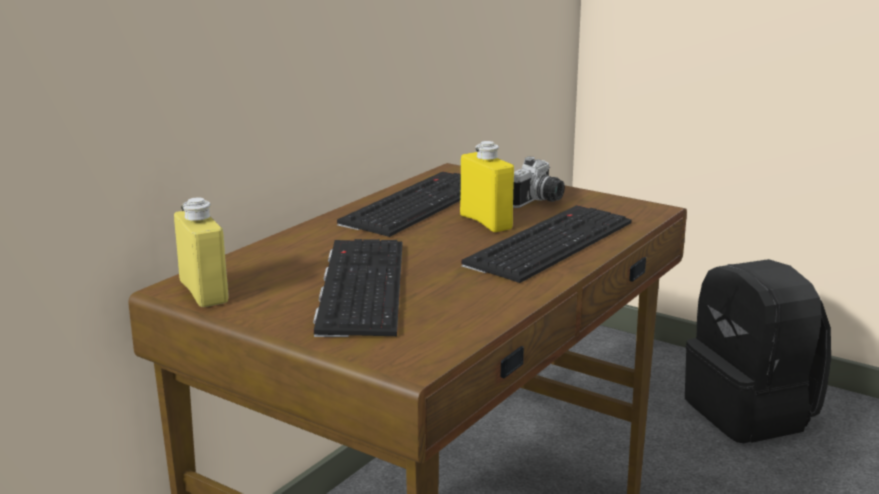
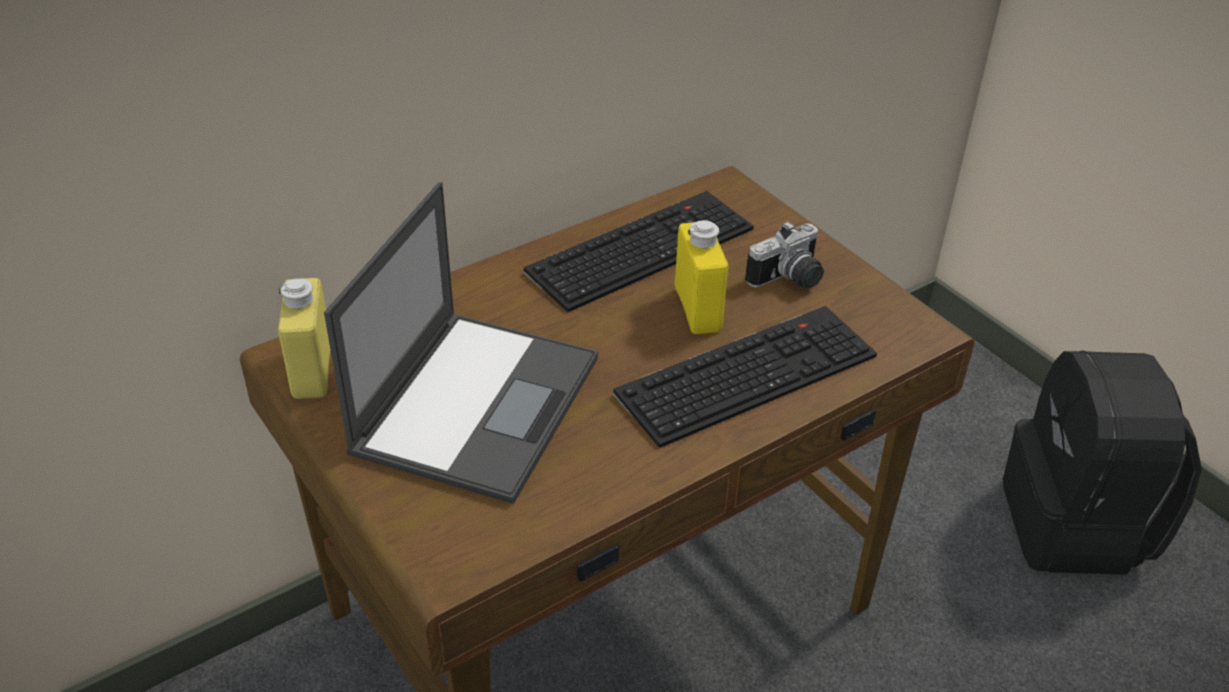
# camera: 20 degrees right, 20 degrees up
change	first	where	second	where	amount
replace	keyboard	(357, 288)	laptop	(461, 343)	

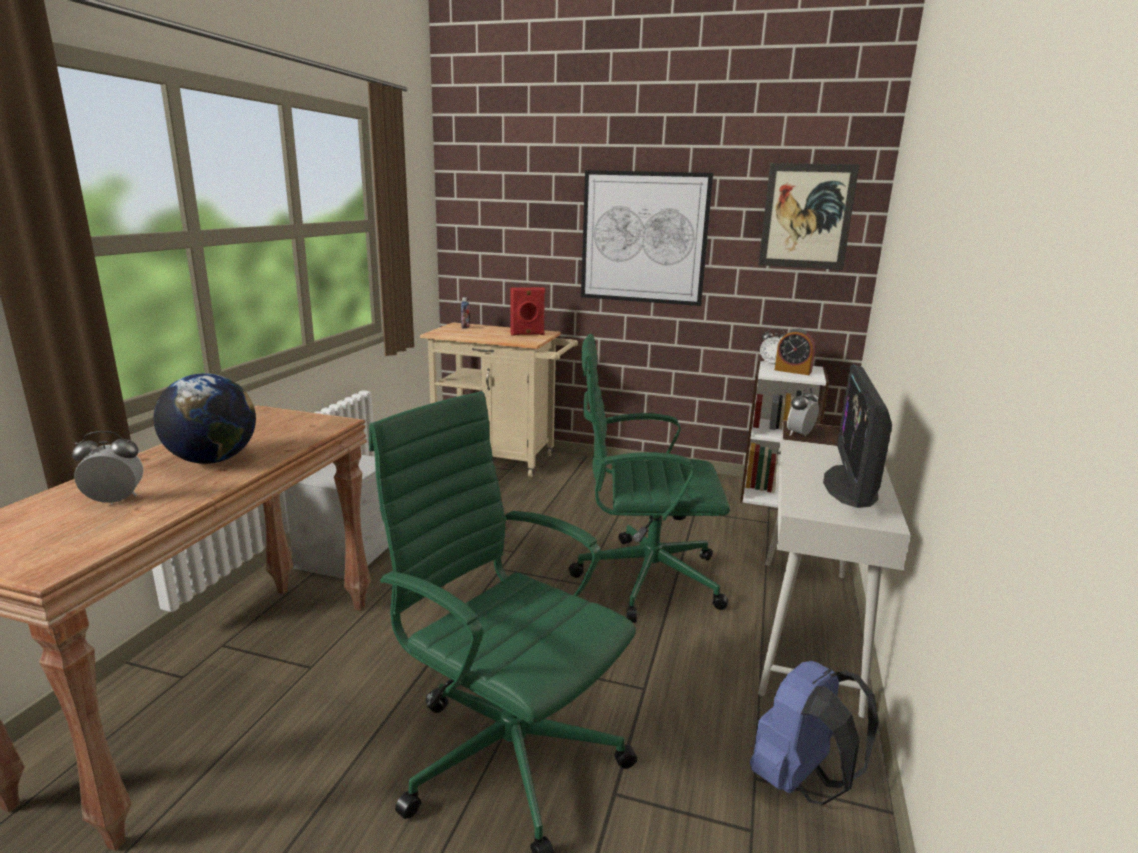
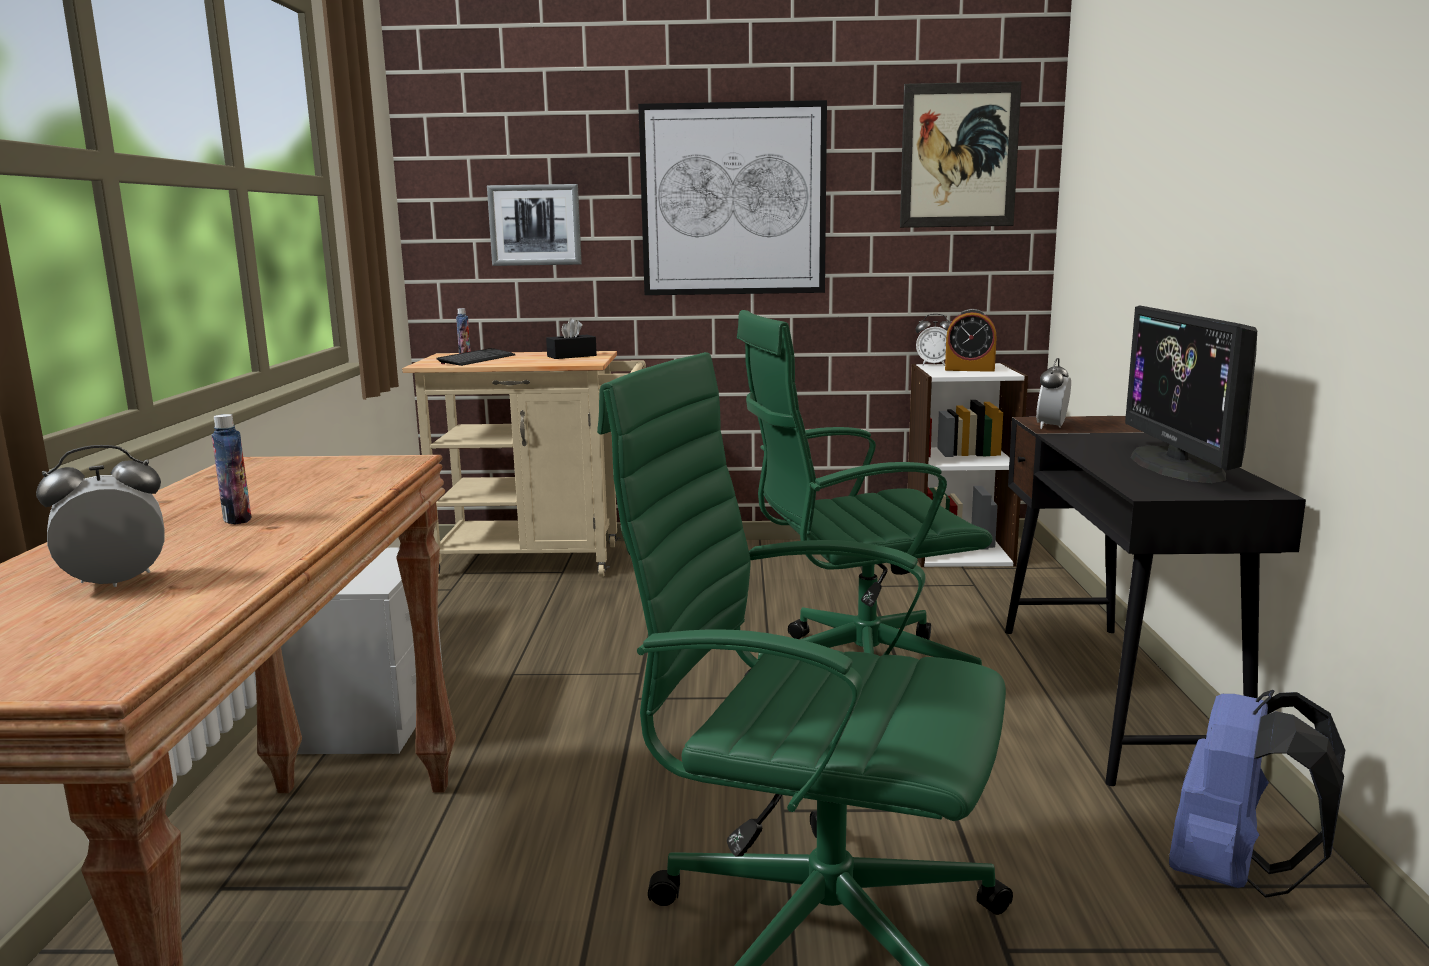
# camera: 15 degrees left, 5 degrees down
change	first	where	second	where	amount
insert			keyboard	(476, 357)	
insert			picture	(534, 225)	
replace	globe	(204, 418)	bottle	(231, 469)	
replace	speaker/red	(528, 311)	tissue box/black	(571, 338)	
recolor	desk/white	(834, 569)	desk/black	(1155, 601)	

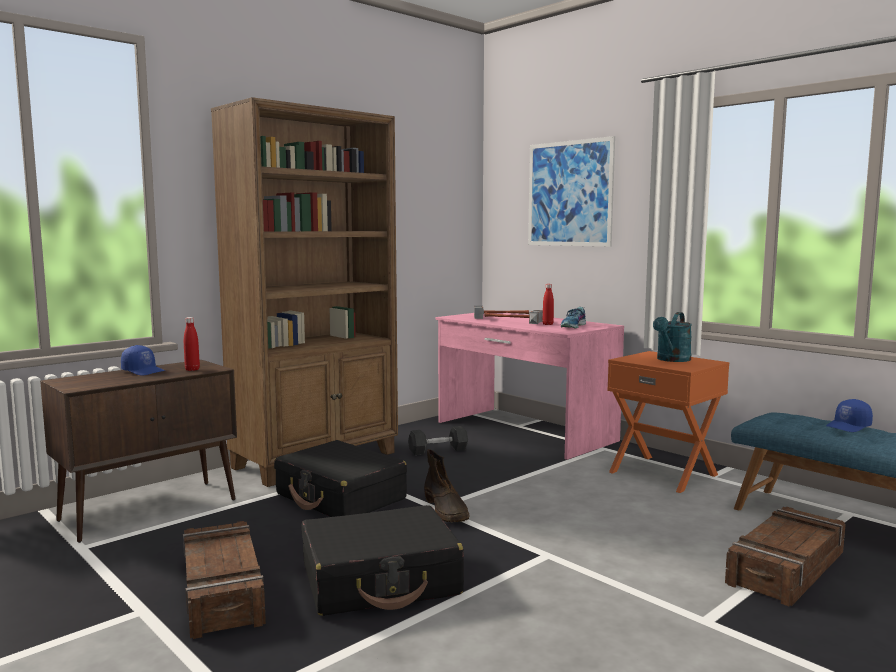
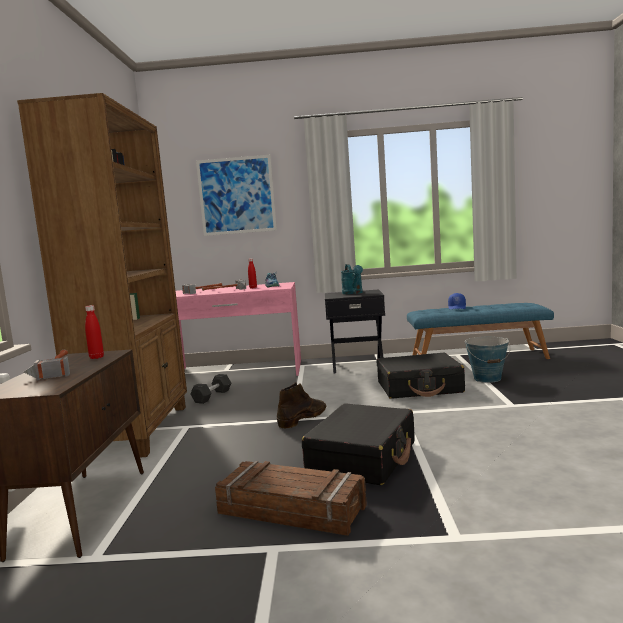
# camera: 45 degrees left, 0 degrees up
change	first	where	second	where	amount
move	suitcase/black	(340, 478)		(421, 376)	
replace	cap/blue	(143, 360)	hammer	(47, 365)	
replace	crate	(785, 556)	bucket	(487, 360)	
recolor	nightstand/orange	(668, 422)	nightstand/black	(355, 331)	
rotate	boot/brown	(447, 485)		(302, 405)	75 degrees counterclockwise

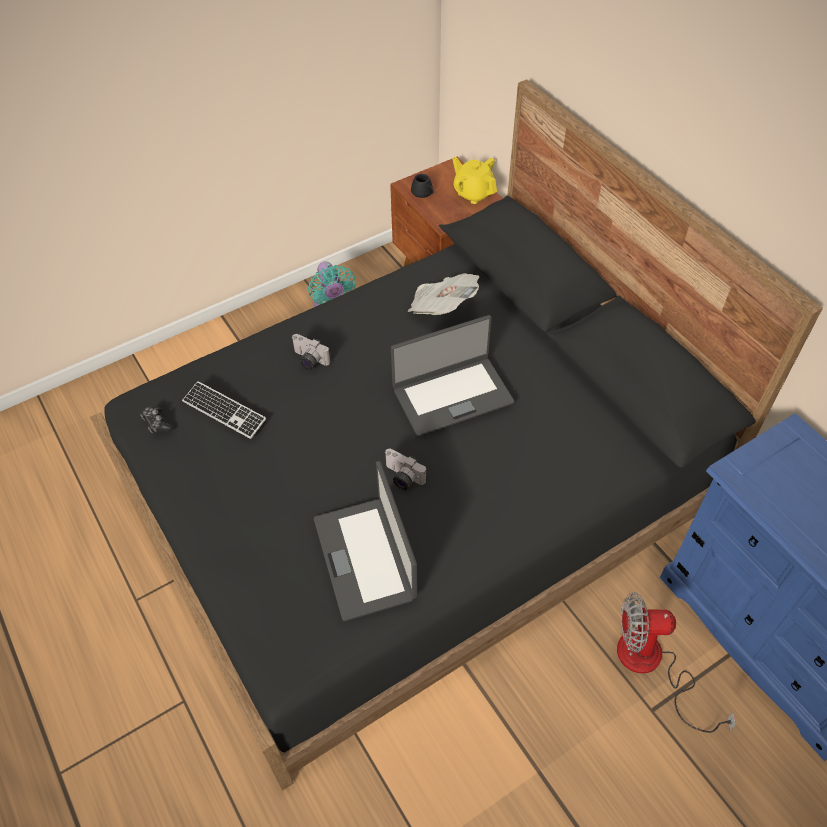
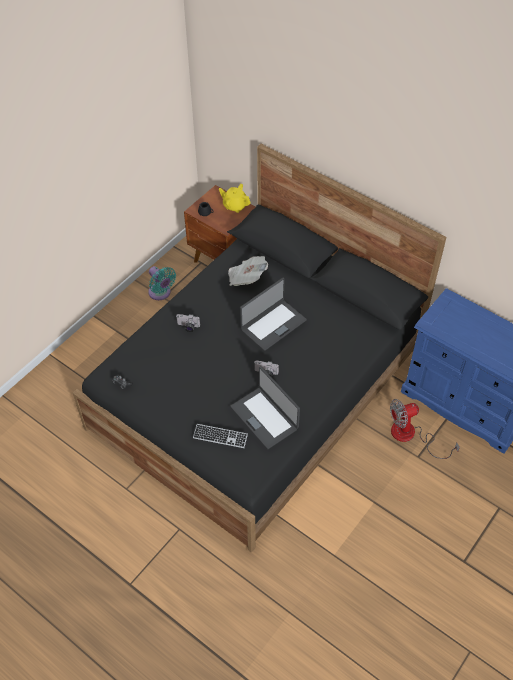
# camera: 20 degrees left, 0 degrees up
change	first	where	second	where	amount
move	keyboard	(224, 410)		(220, 436)	

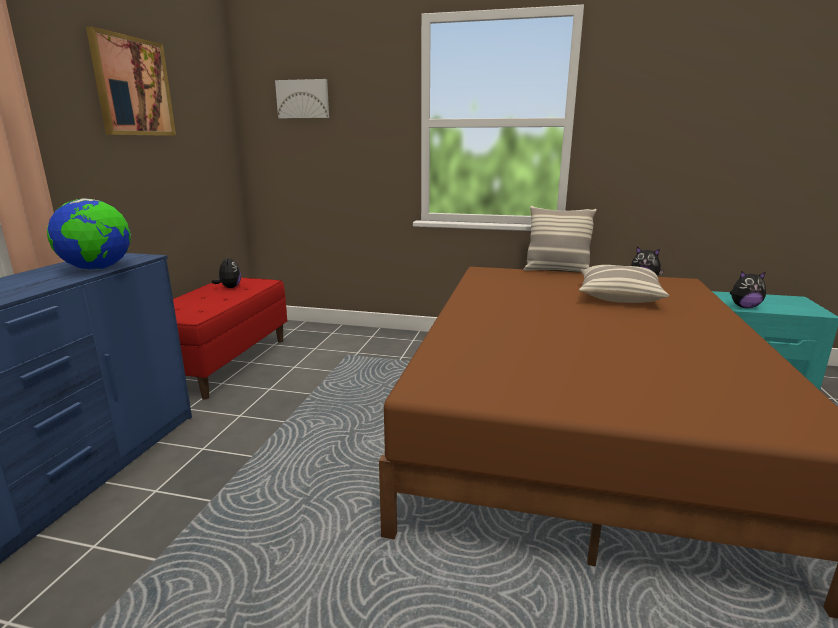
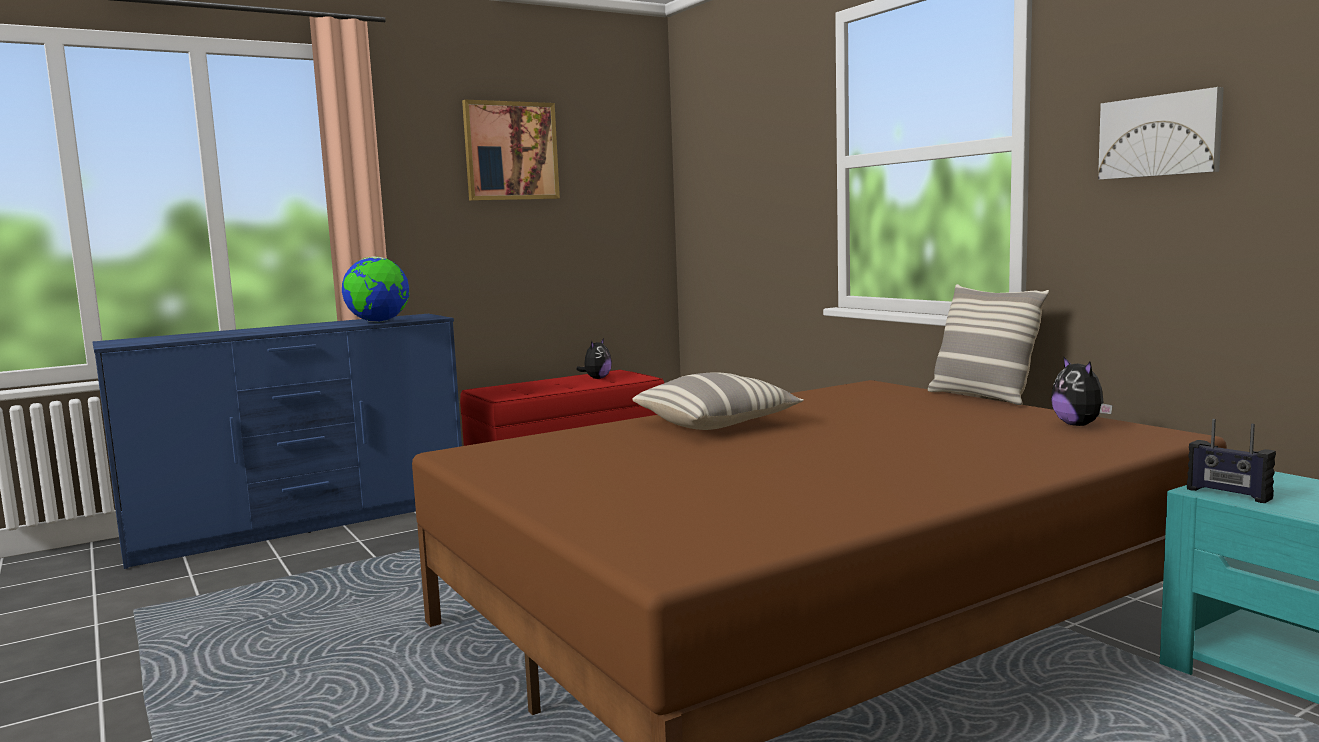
# camera: 45 degrees right, 10 degrees down
change	first	where	second	where	amount
move	picture	(302, 98)		(1161, 133)	
move	pillow	(624, 284)		(718, 401)	
replace	plush toy	(748, 289)	radio	(1231, 461)	

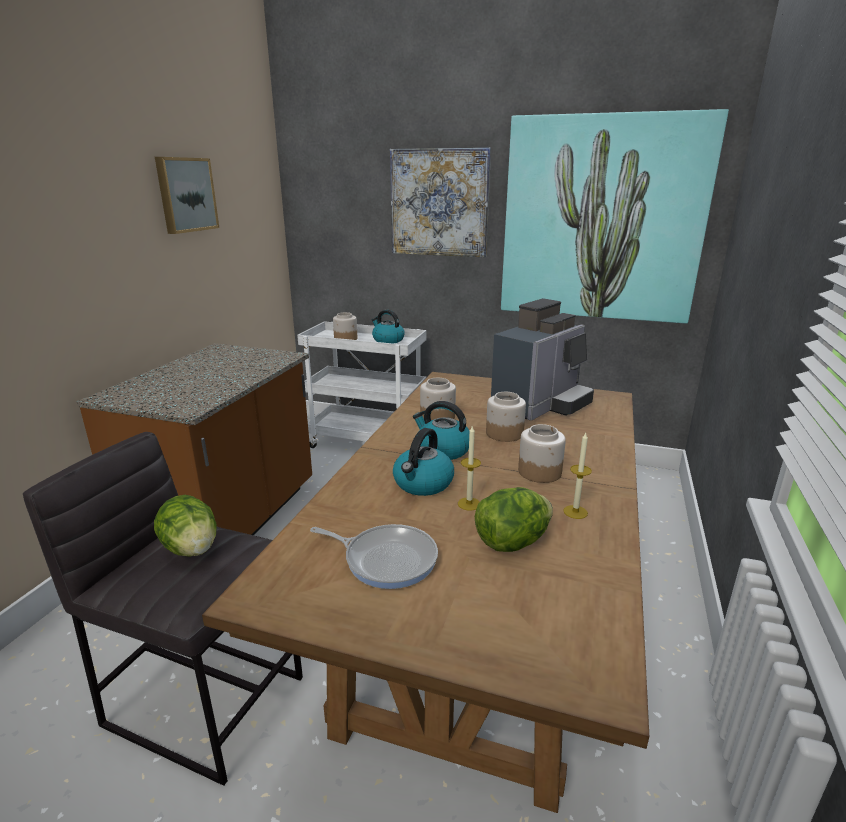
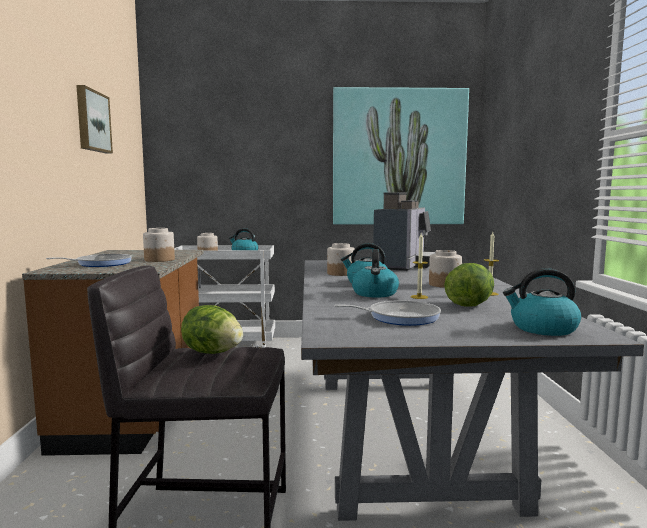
# camera: 20 degrees left, 15 degrees down
change	first	where	second	where	amount
delete	picture	(440, 202)			
insert			frying pan	(89, 260)	
insert			kettle	(542, 302)	
move	jar	(506, 417)		(159, 245)	
recolor	dining table/brown	(425, 592)	dining table/grey	(472, 390)	

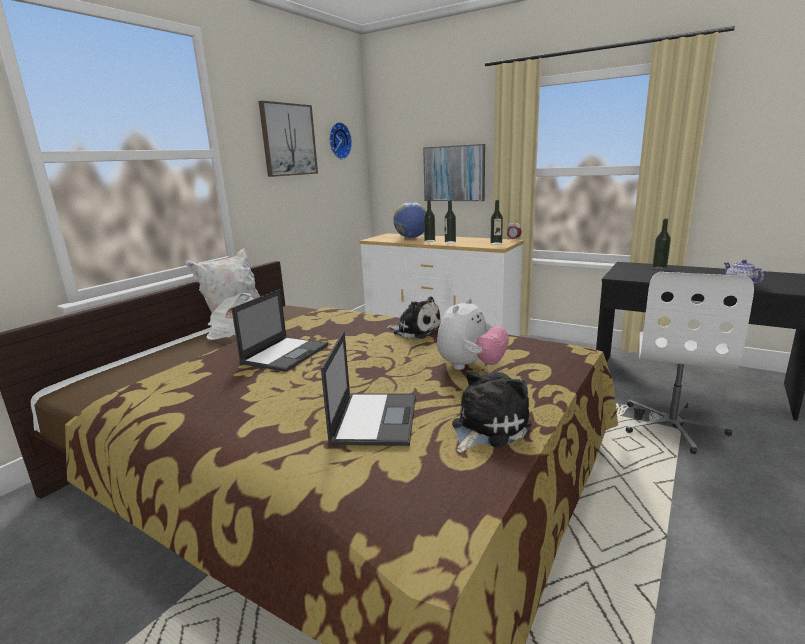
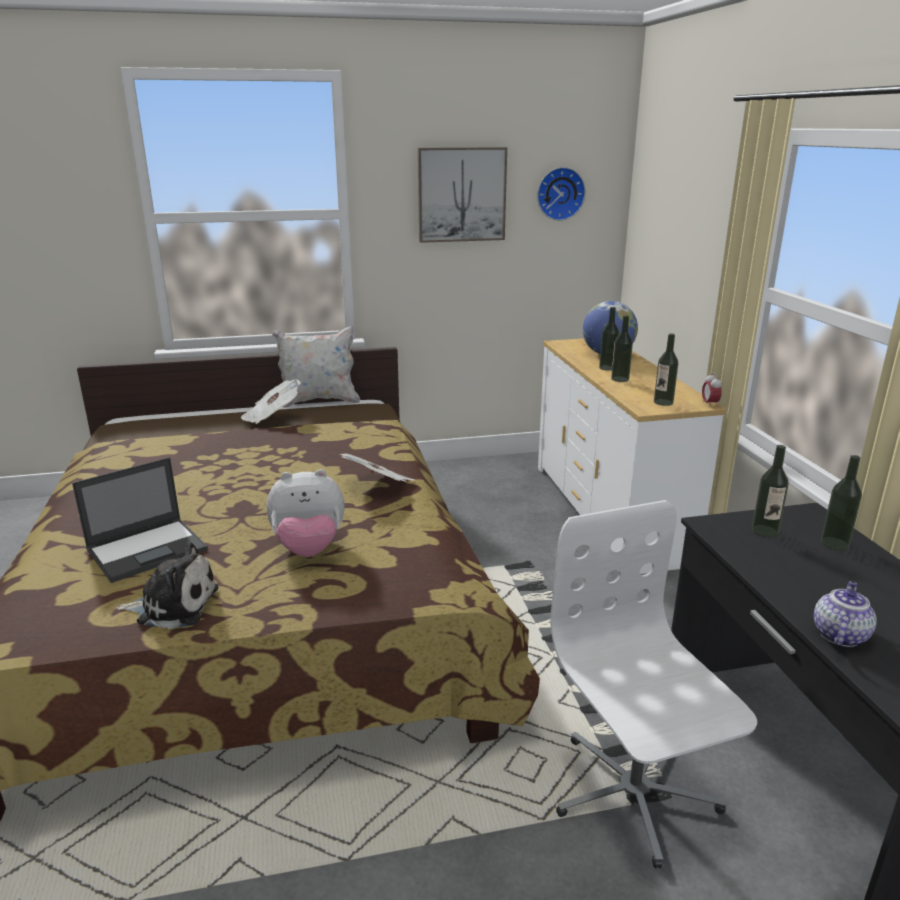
# camera: 45 degrees right, 5 degrees up
change	first	where	second	where	amount
delete	laptop	(279, 330)			
delete	picture	(454, 172)			
insert			bottle	(770, 491)	
replace	plush toy	(413, 317)	newspaper	(377, 468)	
rotate	office chair/white	(690, 363)		(653, 684)	90 degrees clockwise

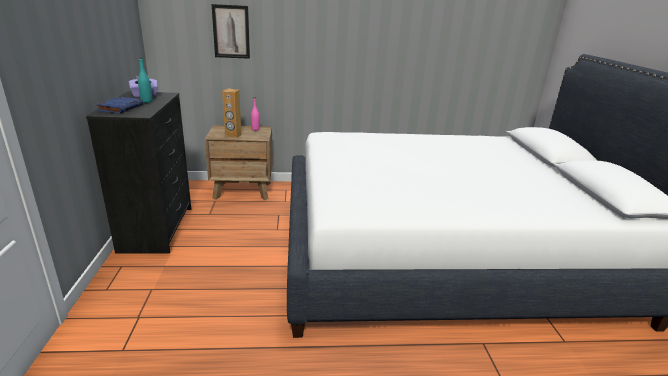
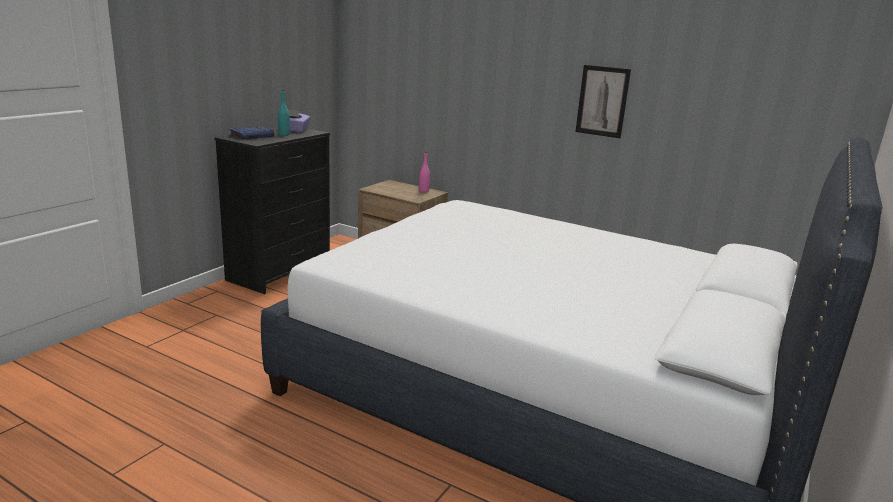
# camera: 35 degrees right, 5 degrees down
change	first	where	second	where	amount
delete	speaker/brown	(232, 113)			
move	picture	(230, 31)		(603, 101)	

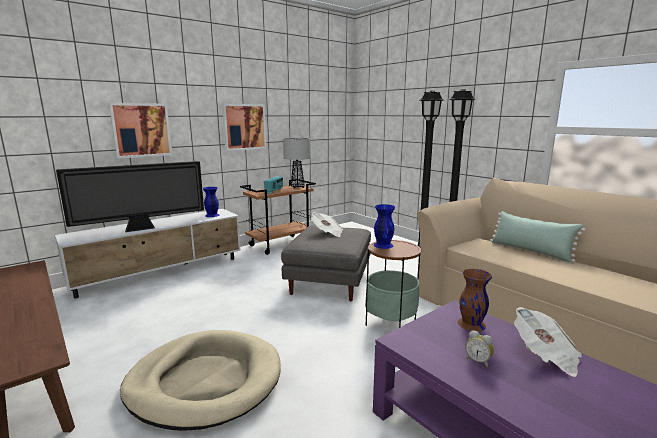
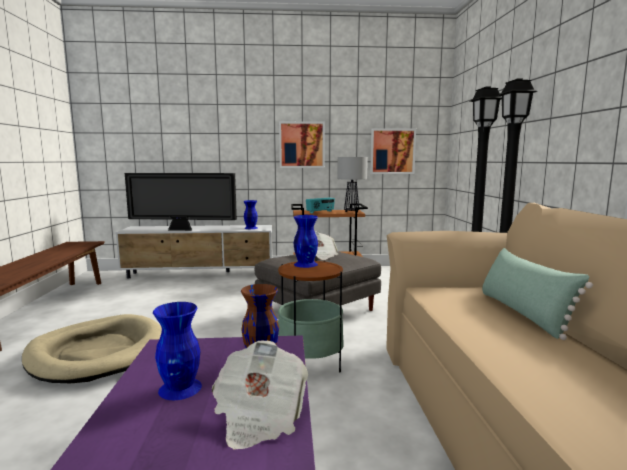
# camera: 35 degrees right, 5 degrees down
change	first	where	second	where	amount
move	picture	(140, 131)		(393, 151)	
replace	alarm clock	(479, 348)	vase/blue	(177, 351)	

